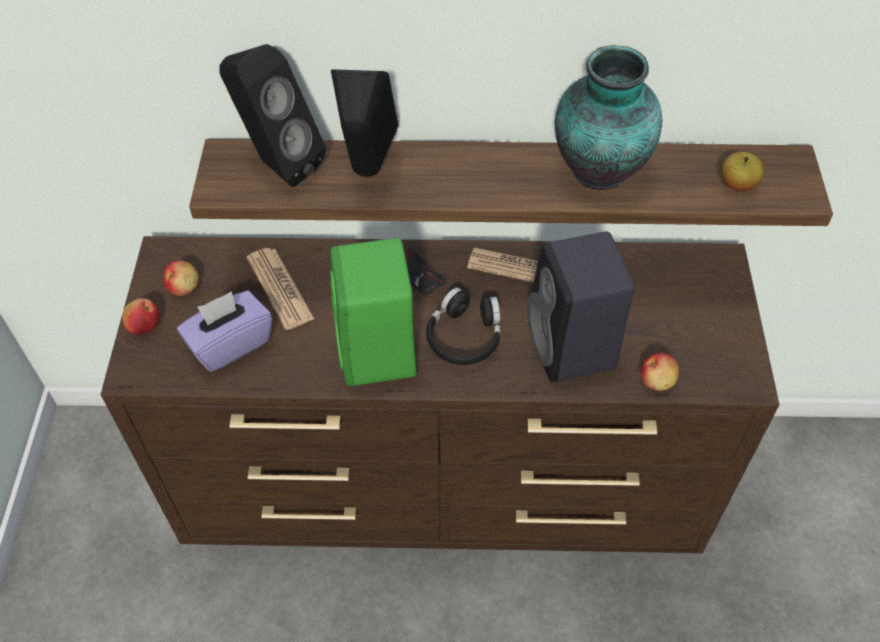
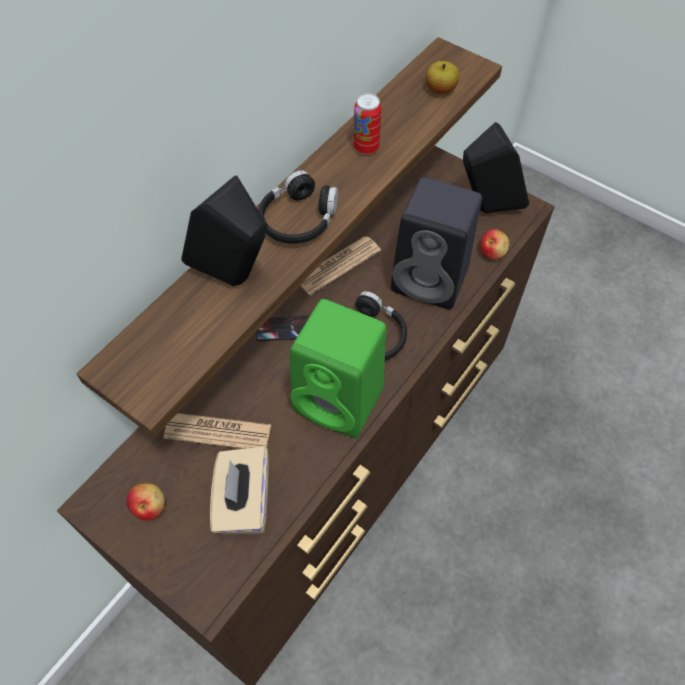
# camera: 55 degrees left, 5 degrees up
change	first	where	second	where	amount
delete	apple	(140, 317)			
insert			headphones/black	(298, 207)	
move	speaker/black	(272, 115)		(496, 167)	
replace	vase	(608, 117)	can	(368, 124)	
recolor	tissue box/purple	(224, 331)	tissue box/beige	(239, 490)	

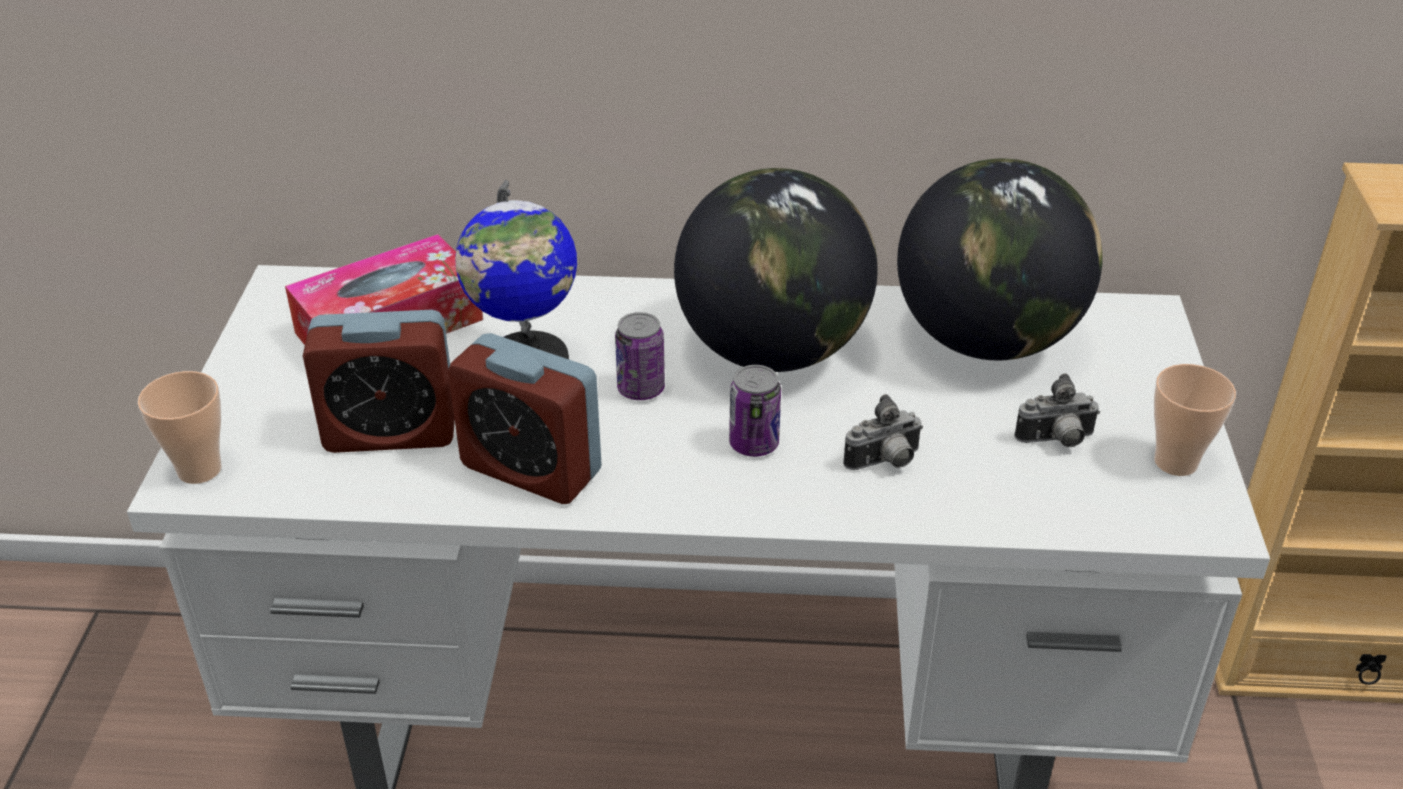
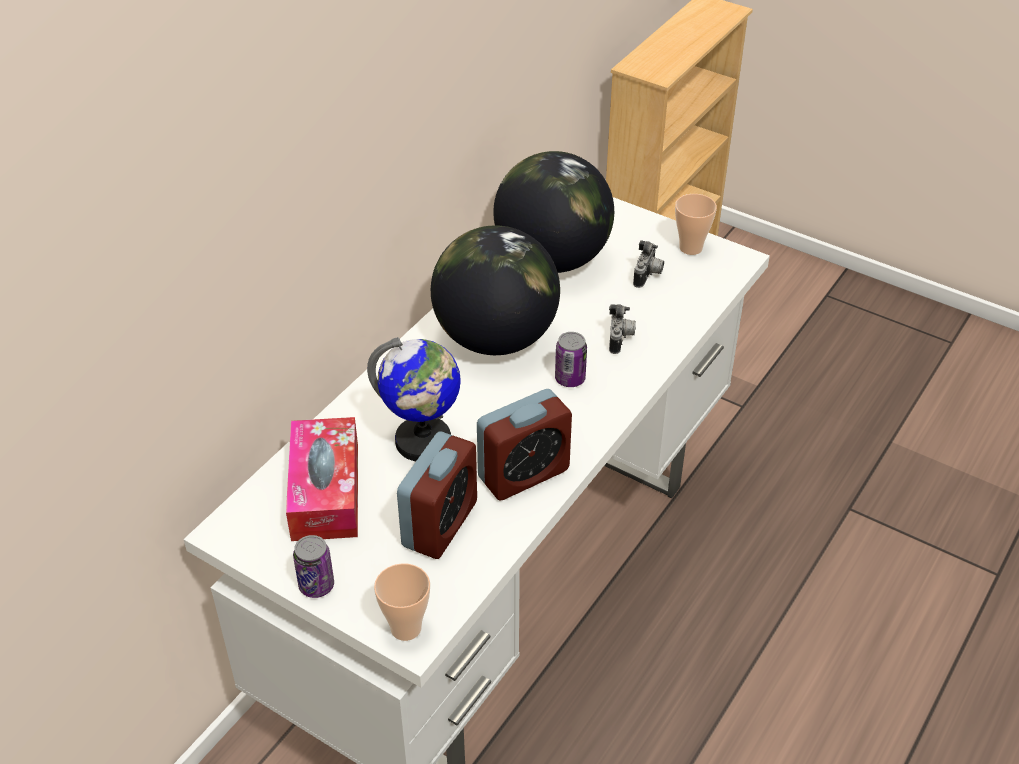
# camera: 60 degrees left, 5 degrees up
change	first	where	second	where	amount
move	can	(640, 356)		(313, 566)	

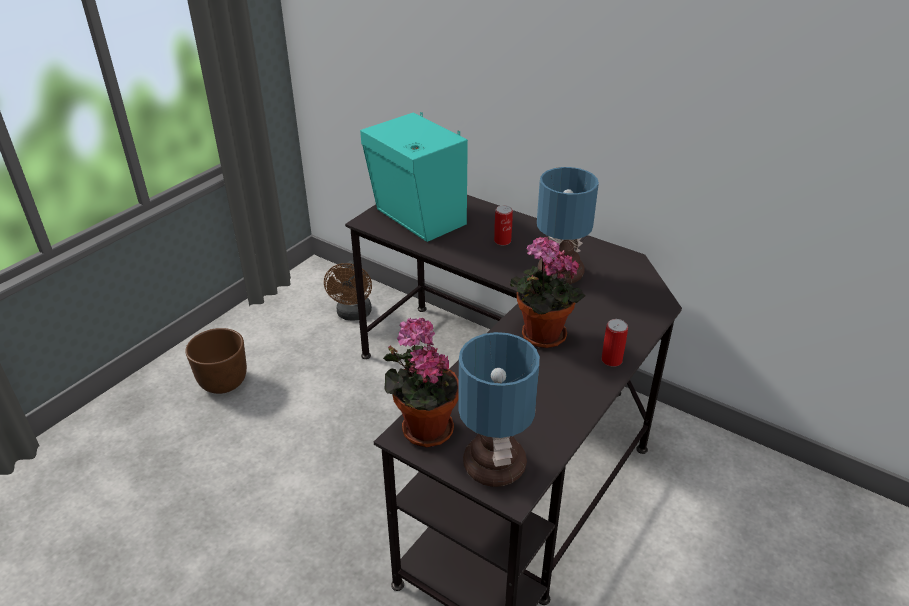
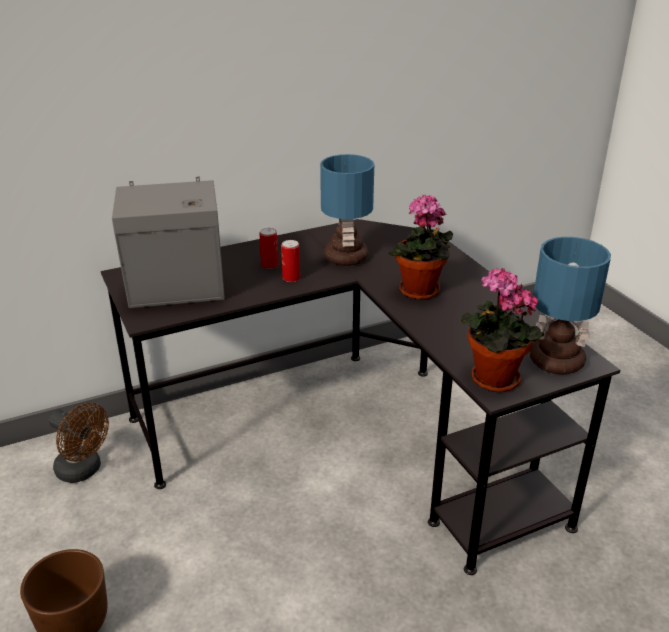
# camera: 60 degrees left, 5 degrees down
change	first	where	second	where	amount
move	can	(614, 343)		(290, 261)	
recolor	speaker/turquoise	(414, 177)	speaker/grey	(168, 242)	

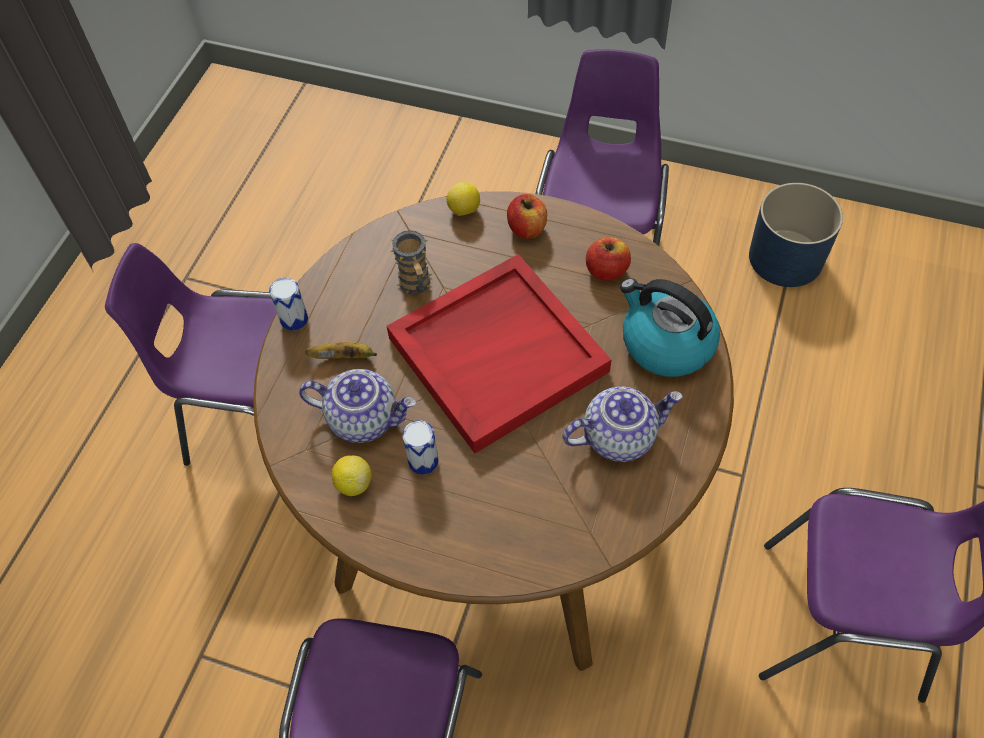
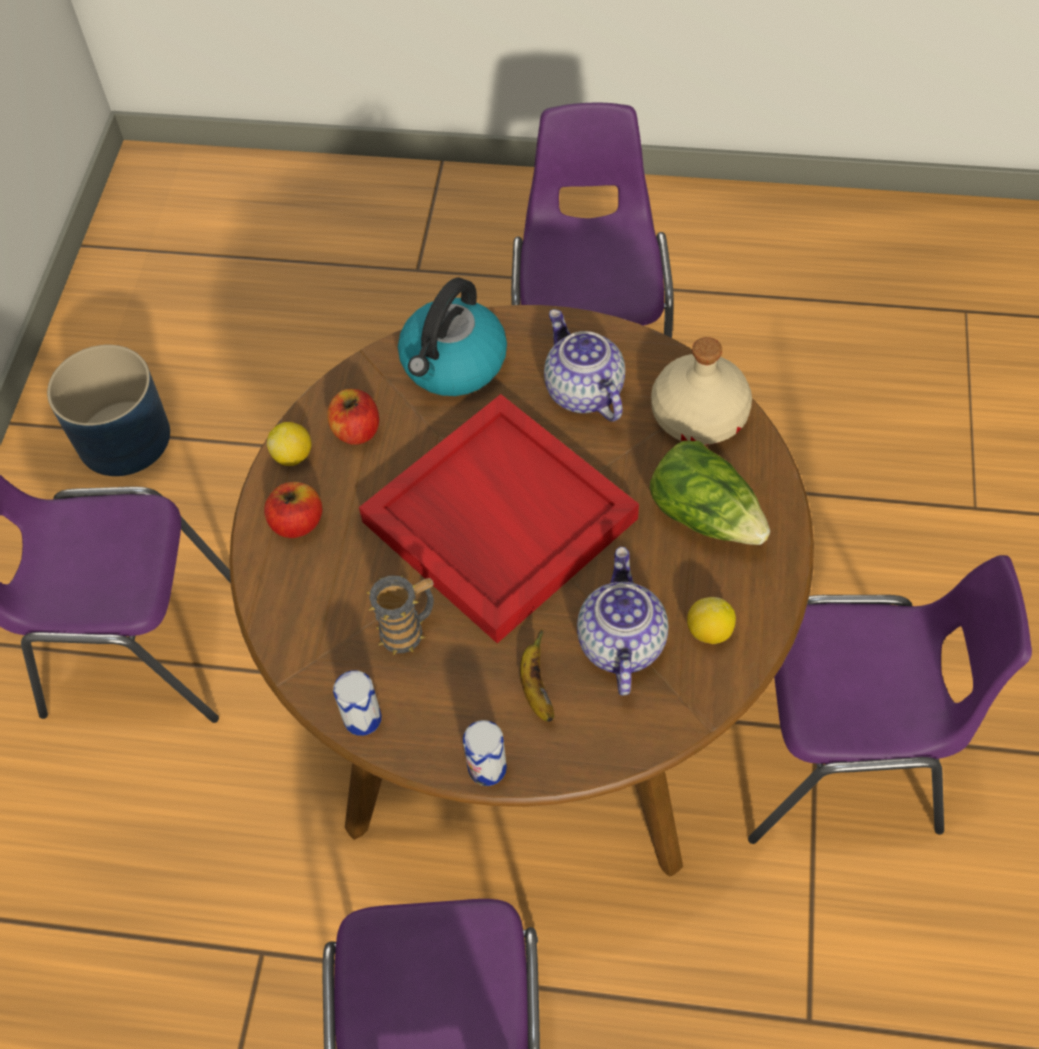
# camera: 100 degrees left, 0 degrees up
change	first	where	second	where	amount
insert			lettuce	(710, 493)	
insert			bottle/beige	(701, 391)	
move	can	(420, 447)		(357, 703)	
move	lemon	(463, 199)		(289, 444)	

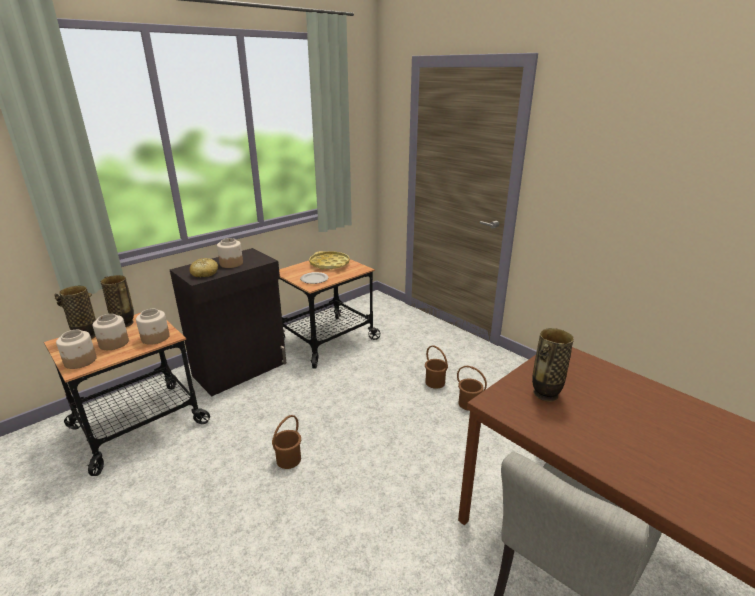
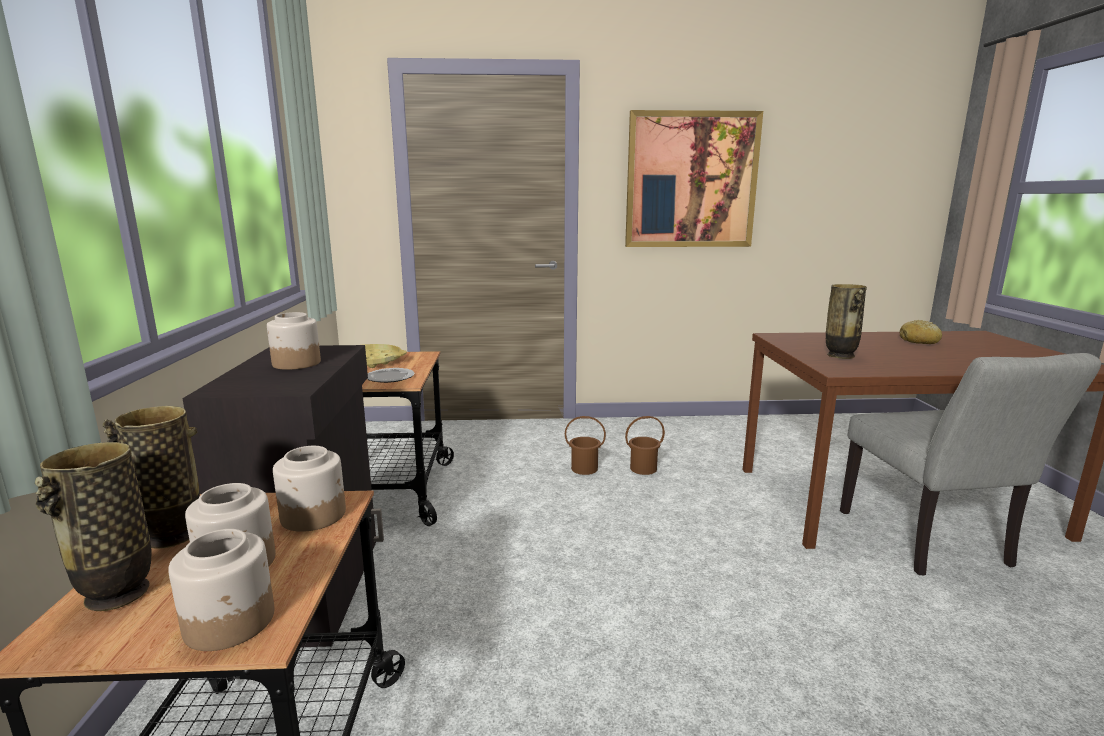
# camera: 50 degrees left, 10 degrees down
change	first	where	second	where	amount
delete	bucket/brown	(286, 442)			
insert			picture	(694, 178)	
move	bread	(203, 267)		(921, 332)	

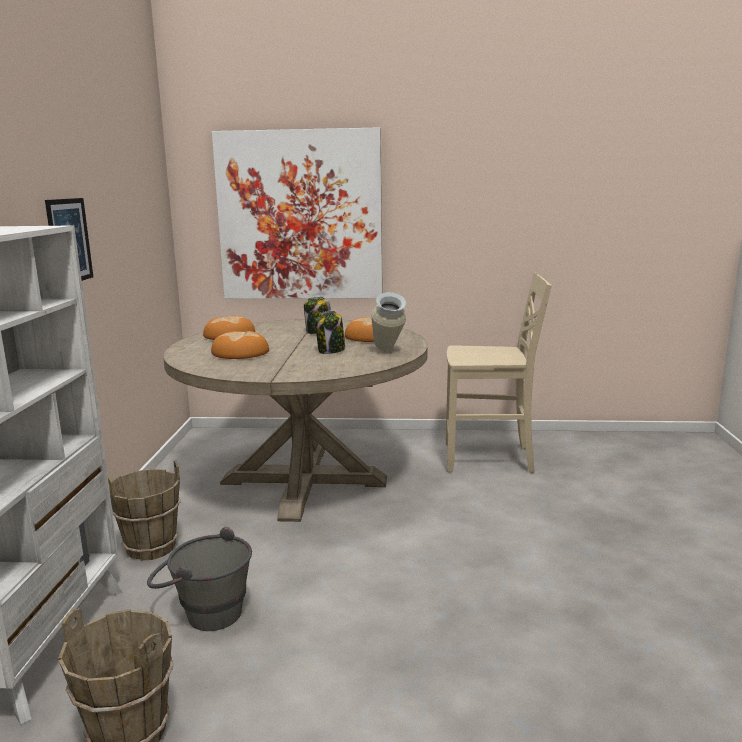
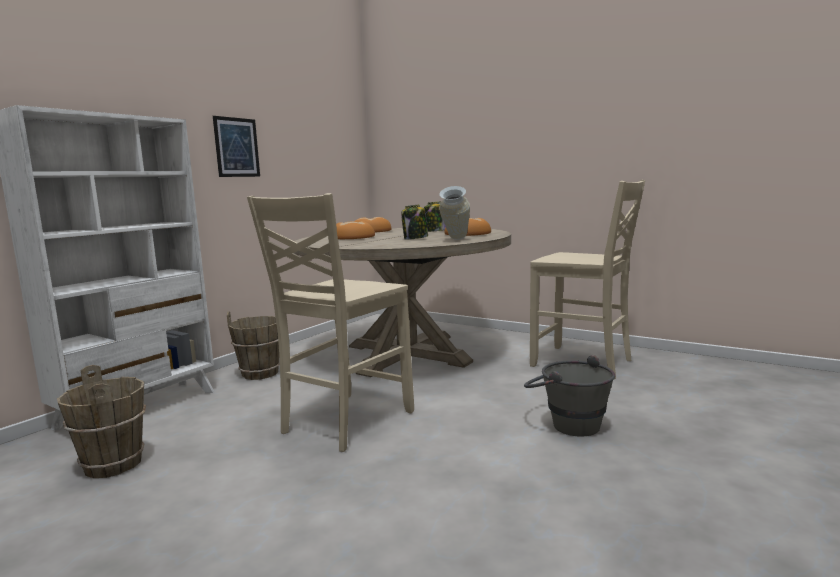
# camera: 30 degrees right, 5 degrees down
change	first	where	second	where	amount
delete	picture	(297, 213)			
insert			chair/beige	(330, 322)	
move	bucket/grey	(199, 579)		(569, 396)	

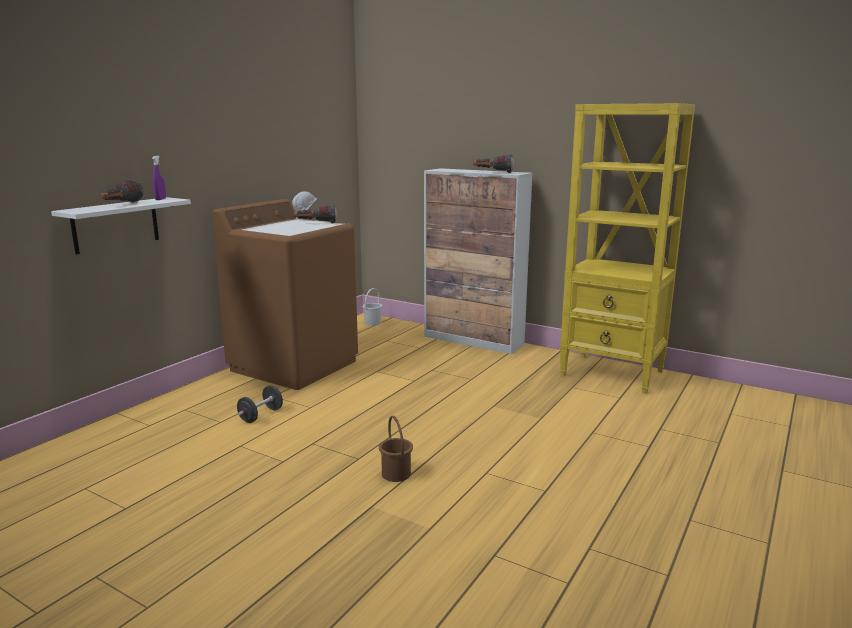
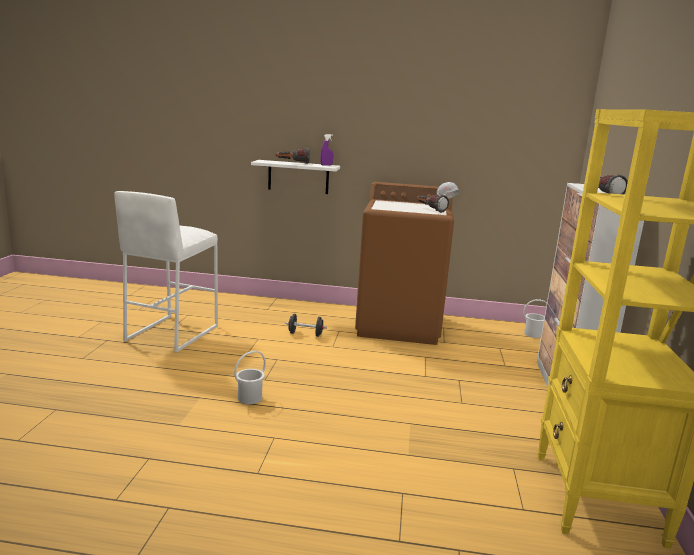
# camera: 65 degrees right, 0 degrees up
change	first	where	second	where	amount
insert			stool/white	(166, 272)	
recolor	bucket/brown	(396, 449)	bucket/white	(250, 377)	

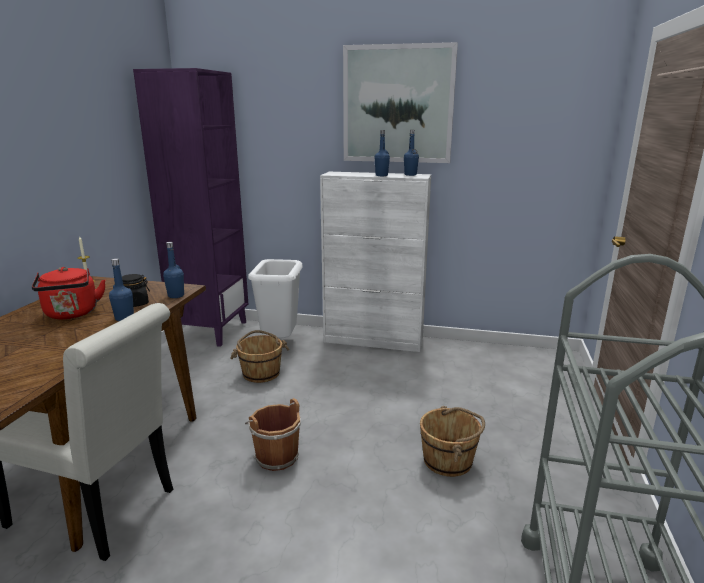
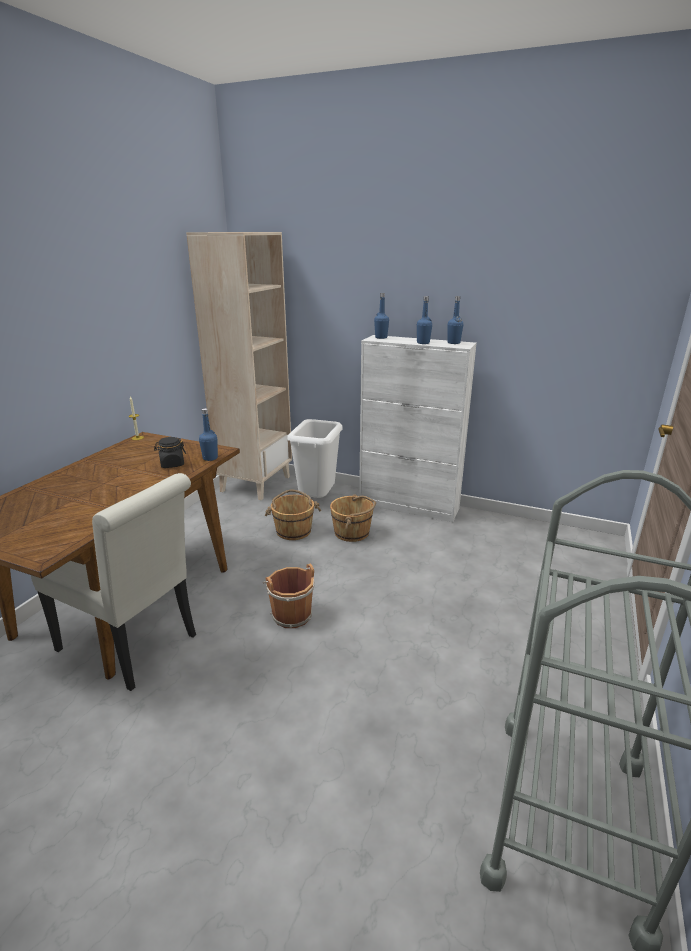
# camera: 10 degrees right, 5 degrees up
change	first	where	second	where	amount
delete	kettle/red	(69, 293)			
delete	picture	(400, 102)			
move	bottle/blue	(121, 289)		(381, 316)	
move	bucket/brown	(452, 441)		(353, 518)	
recolor	bookcase/purple	(190, 207)	bookcase/beige	(239, 366)	

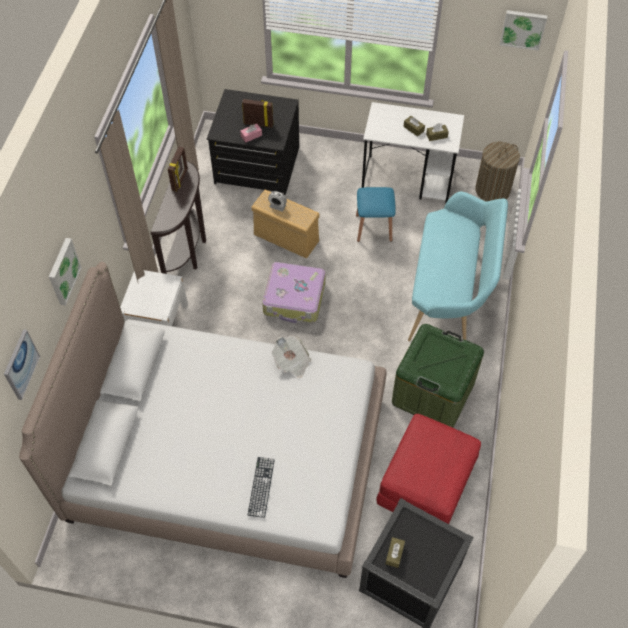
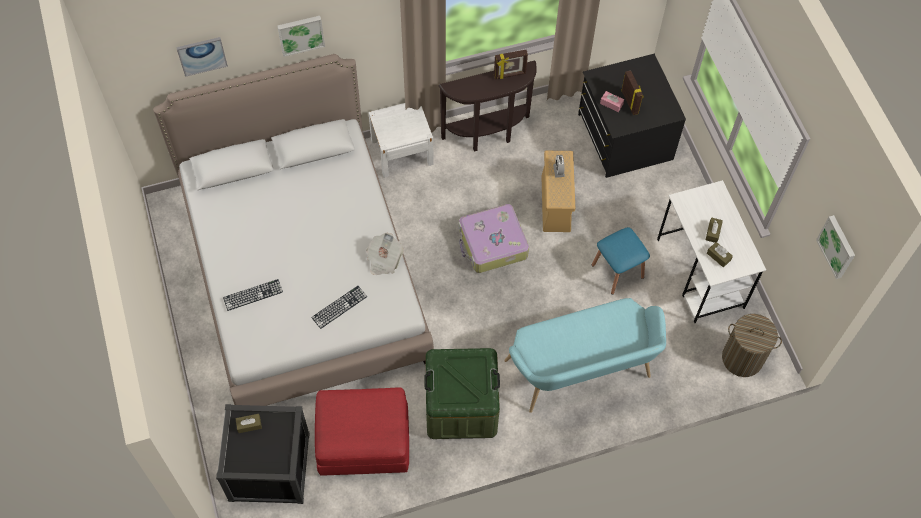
# camera: 60 degrees right, 5 degrees up
change	first	where	second	where	amount
insert			keyboard	(339, 307)	

